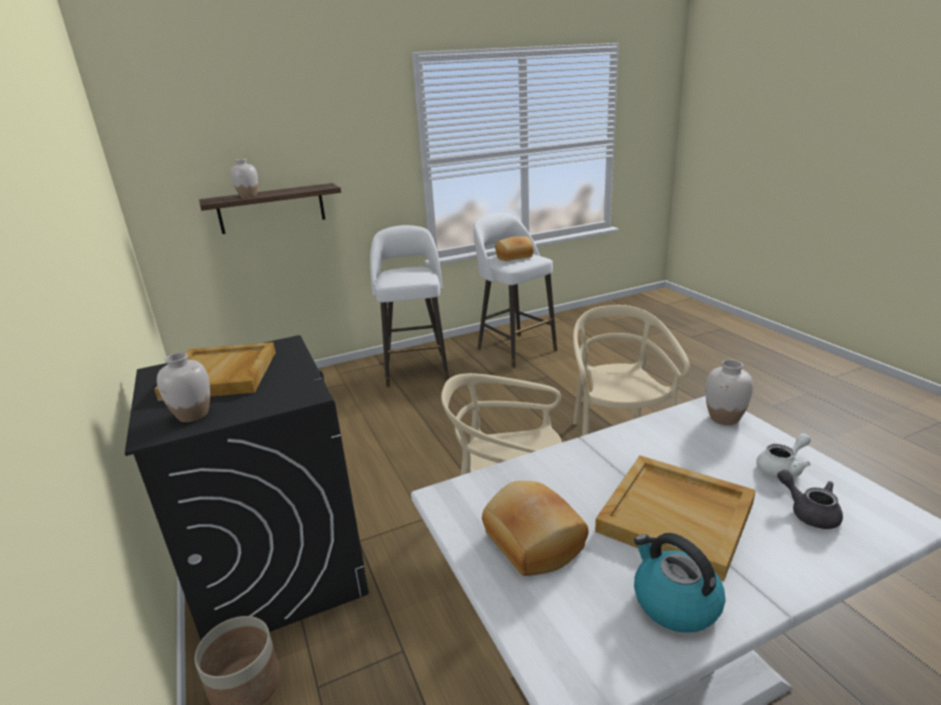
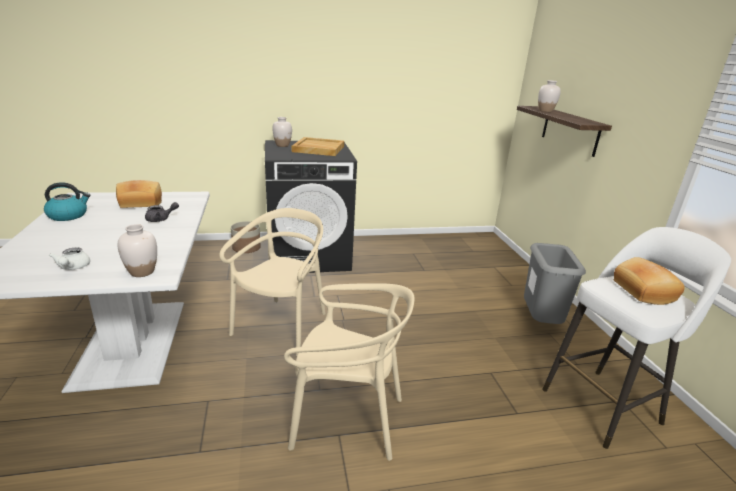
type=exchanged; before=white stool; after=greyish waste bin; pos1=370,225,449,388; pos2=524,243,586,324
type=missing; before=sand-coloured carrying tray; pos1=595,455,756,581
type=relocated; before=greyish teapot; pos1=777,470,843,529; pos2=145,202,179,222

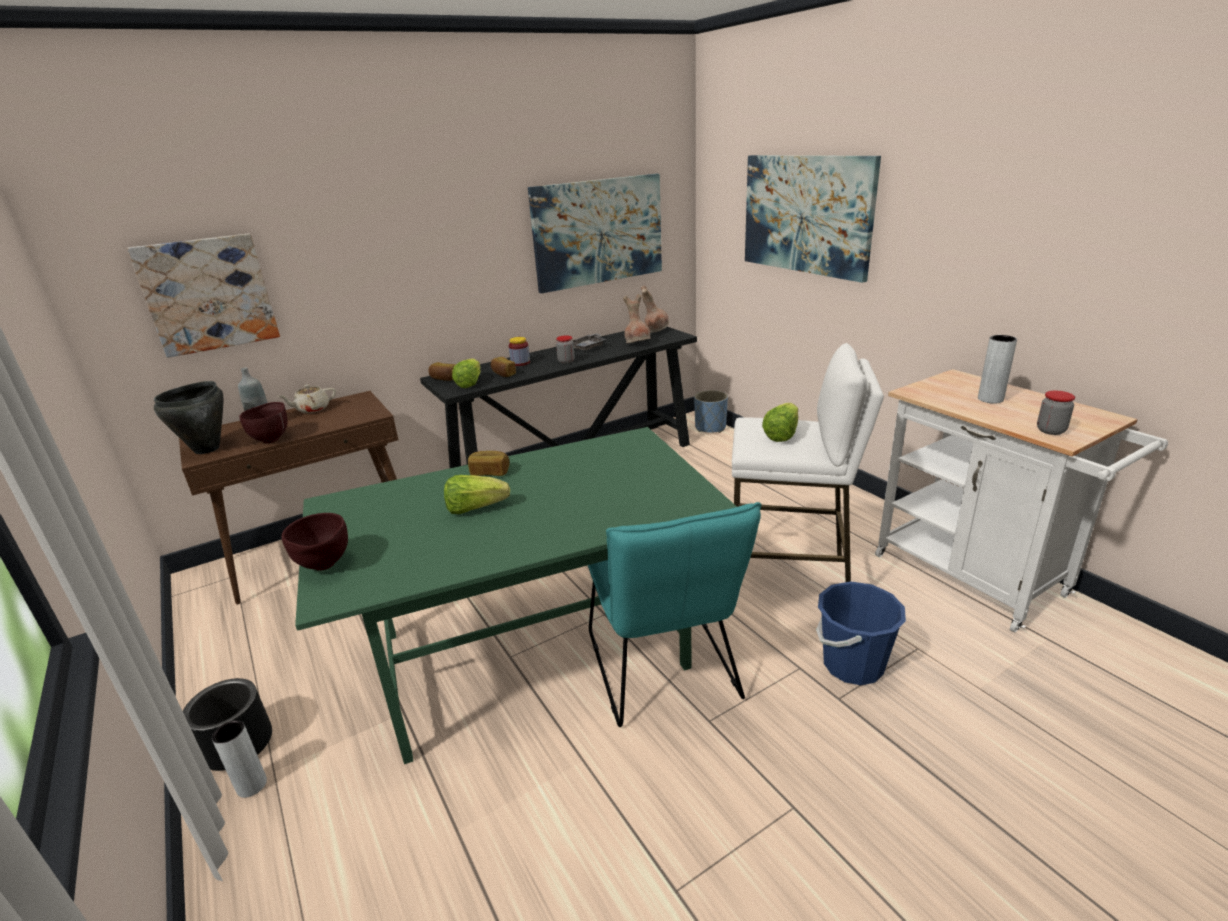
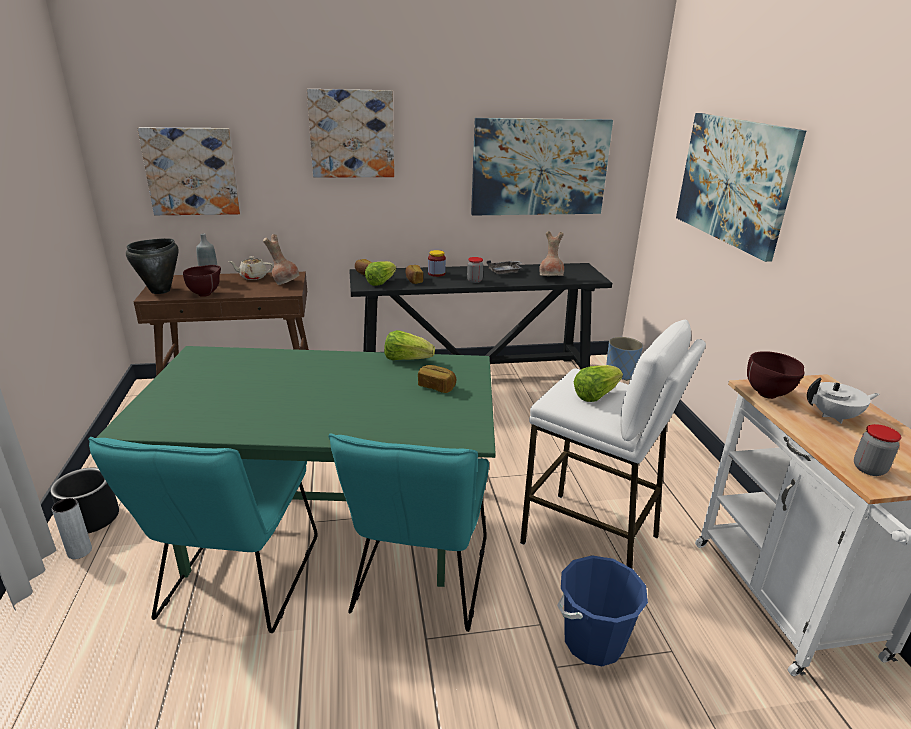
type=relocated; before=brownish flower vase; pos1=641,286,669,332; pos2=263,234,299,285
type=exchanged; before=greyish flower vase; after=white teapot; pos1=978,335,1017,404; pos2=807,378,880,424
type=relocated; before=bakery bread; pos1=468,451,510,476; pos2=418,365,456,393
type=relocated; before=lettuce; pos1=444,475,510,514; pos2=384,330,435,360
type=relocated; before=brownish deep dish; pos1=281,513,348,570; pos2=747,351,805,399
type=appeared; after=wall picture; pos2=307,89,394,178
type=appeared; after=turquoise-coloured plain chair; pos2=88,437,318,633

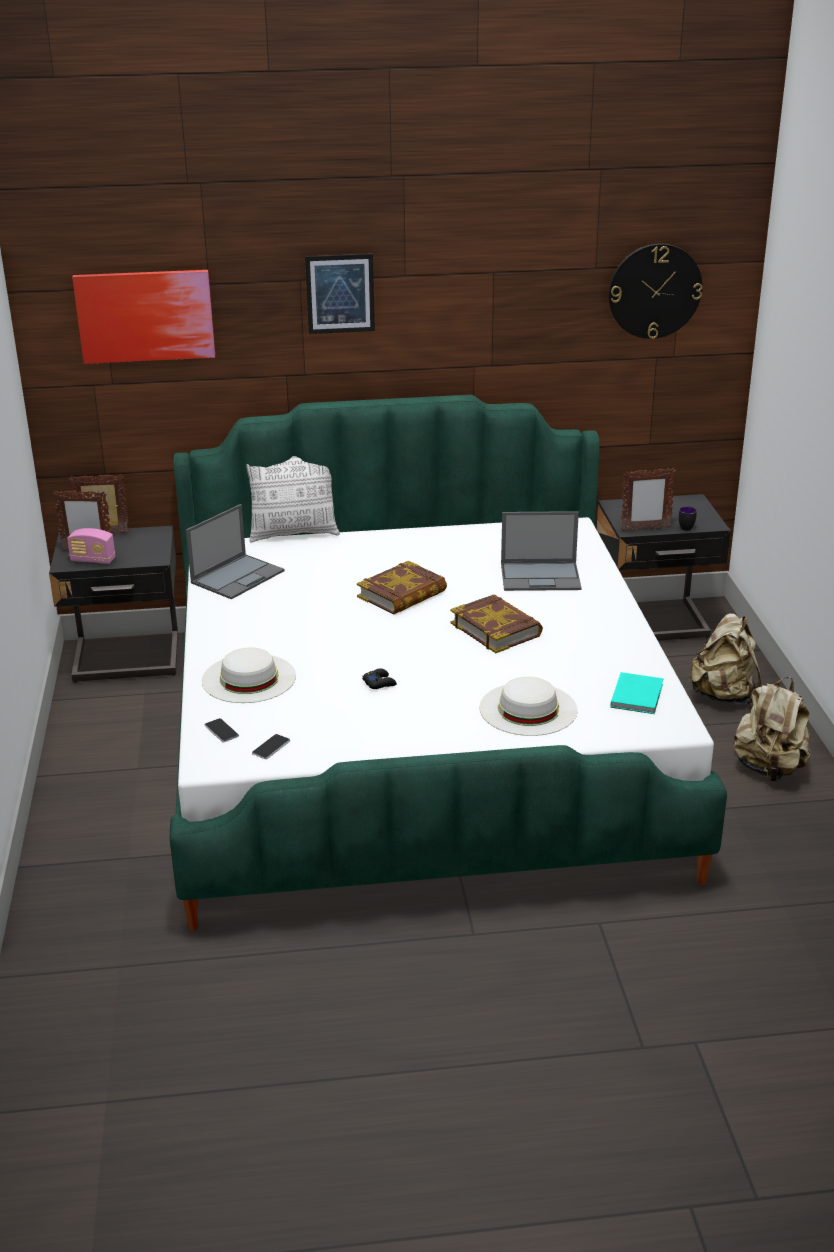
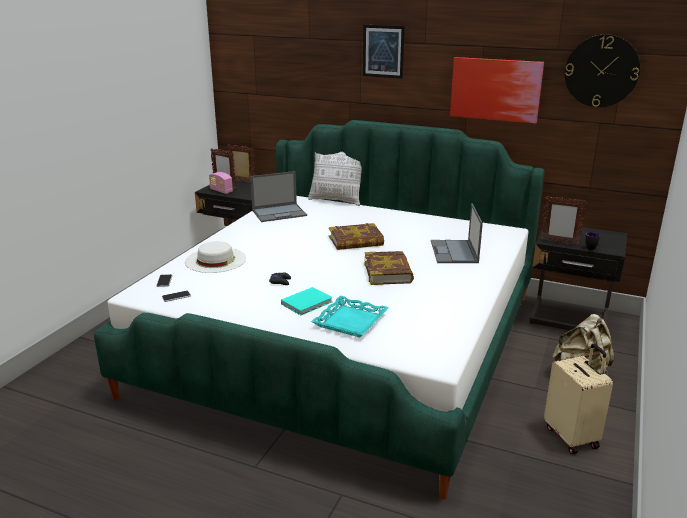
type=relocated; before=wall picture; pos1=72,270,215,364; pos2=450,57,544,123
type=spun; before=notebook computer; pos1=501,511,582,591; pos2=431,203,483,263; turn=60
type=relocated; before=turquoise-coloured volume; pos1=610,672,663,714; pos2=281,287,333,315
type=exchanged; before=white wearable hat; after=turquoise-coloured carrying tray; pos1=480,677,578,736; pos2=311,296,389,337
type=exchanged; before=sand-coloured knapsack; after=sand-coloured suitcase; pos1=733,677,811,782; pos2=544,343,613,454

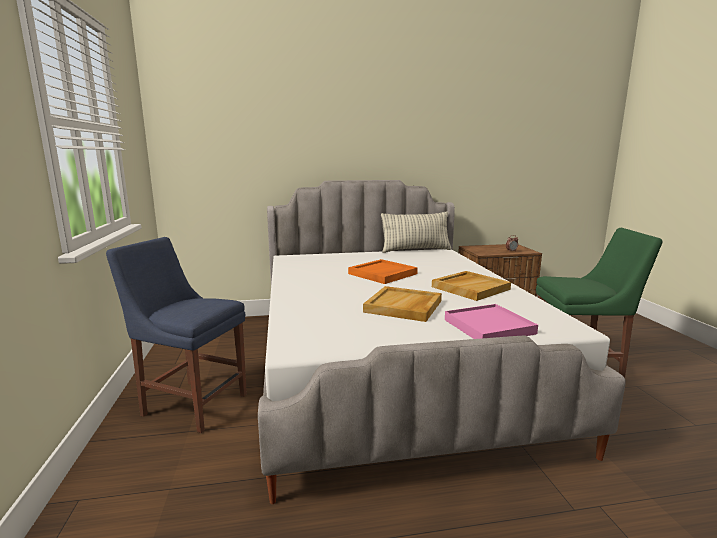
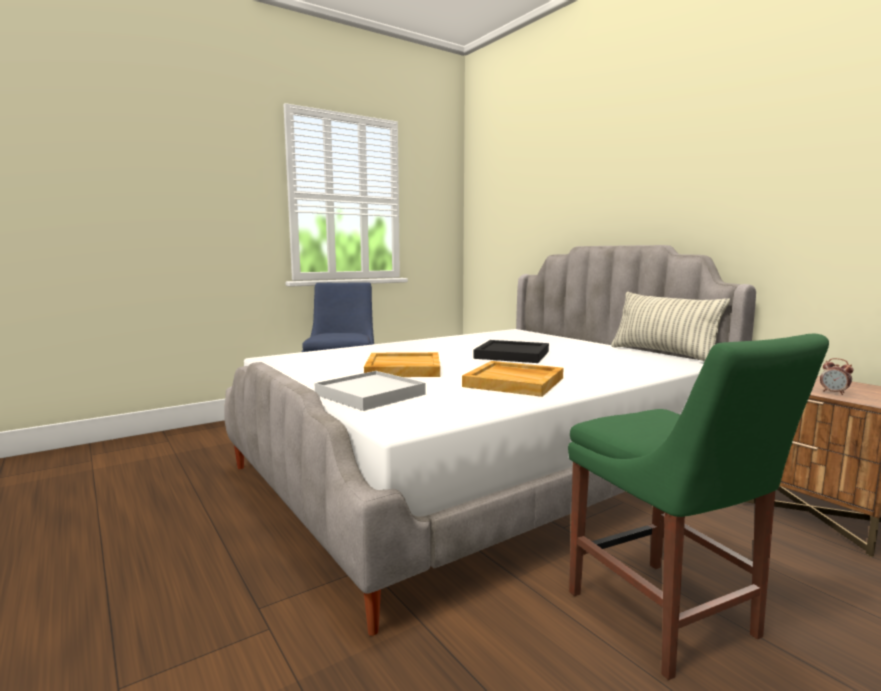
type=colour; before=orange carrying tray; after=black carrying tray; pos1=348,259,418,284; pos2=473,340,549,363
type=colour; before=pinkish carrying tray; after=white carrying tray; pos1=445,304,538,339; pos2=315,371,426,411

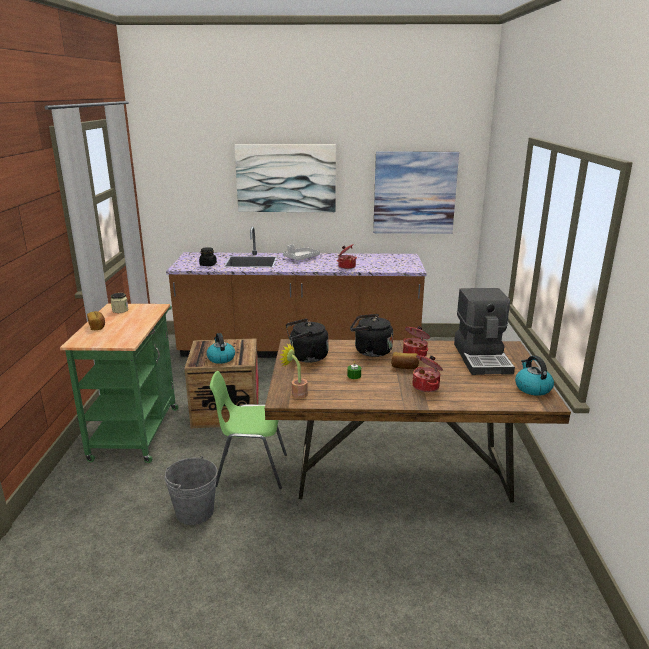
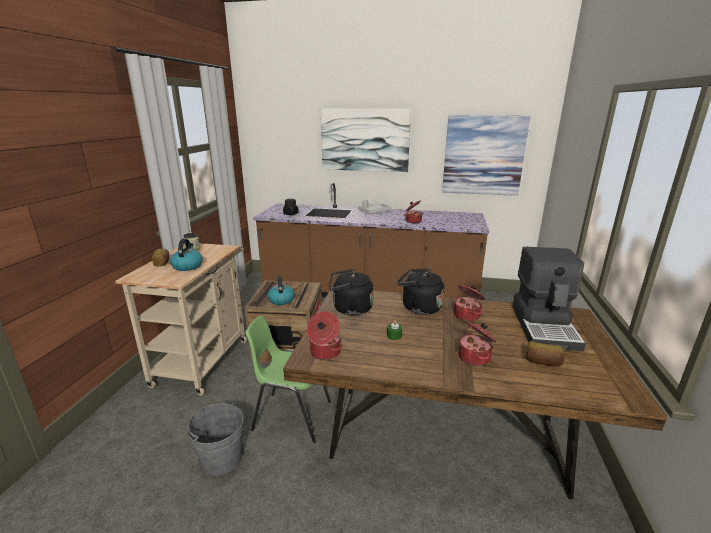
type=colour; before=green trolley; after=sand-coloured trolley; pos1=60,303,179,463; pos2=115,243,247,395
type=exchanged; before=potted plant; after=saucepot; pos1=279,343,308,399; pos2=307,311,342,360
type=relocated; before=bakery bread; pos1=391,352,419,369; pos2=526,341,565,366
type=relocated; before=kettle; pos1=515,356,554,396; pos2=170,239,203,271

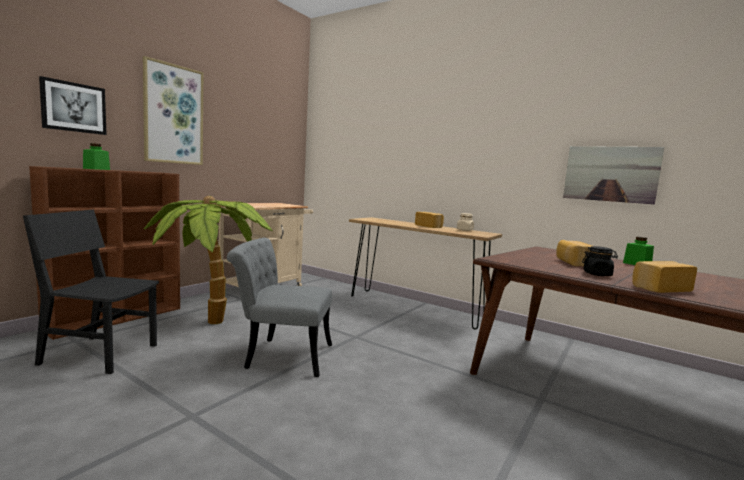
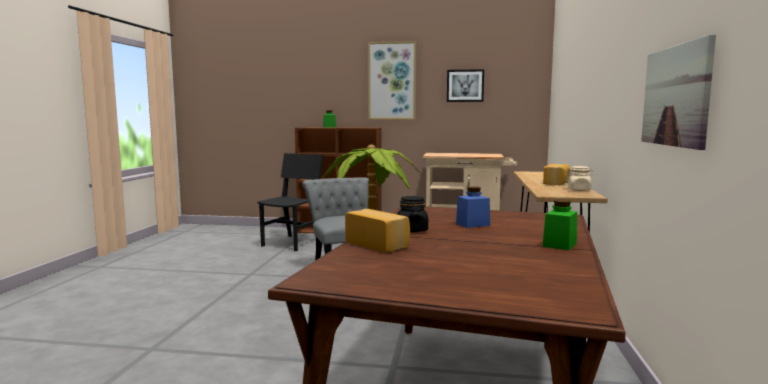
type=relocated; before=wall picture; pos1=39,76,107,135; pos2=447,69,484,102
type=spun; before=black plain chair; pos1=23,210,159,374; pos2=257,153,323,251; turn=45
type=exchanged; before=bakery bread; after=bluish storage jar; pos1=556,240,592,267; pos2=456,186,490,228

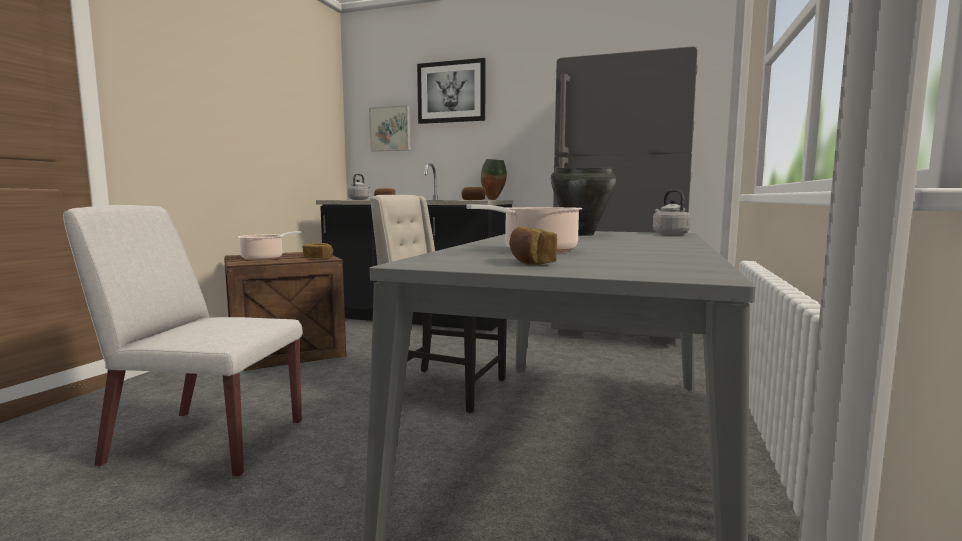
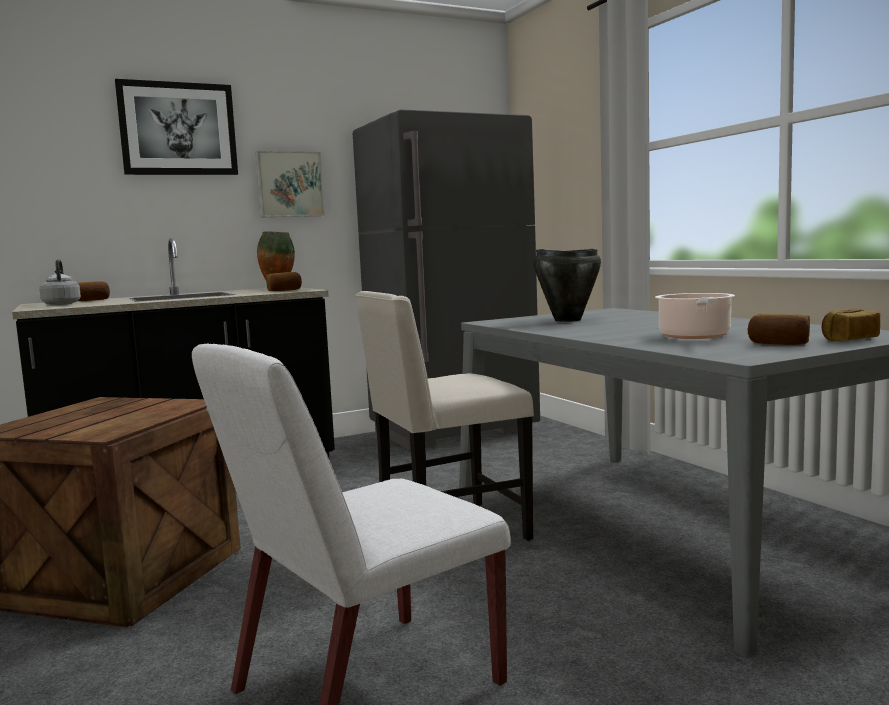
type=relocated; before=wall picture; pos1=369,105,411,151; pos2=256,151,325,217
type=missing; before=greyish kettle; pos1=652,189,691,235
type=missing; before=saucepot; pos1=238,231,301,261
type=relocated; before=bakery bread; pos1=303,243,333,259; pos2=821,309,880,341

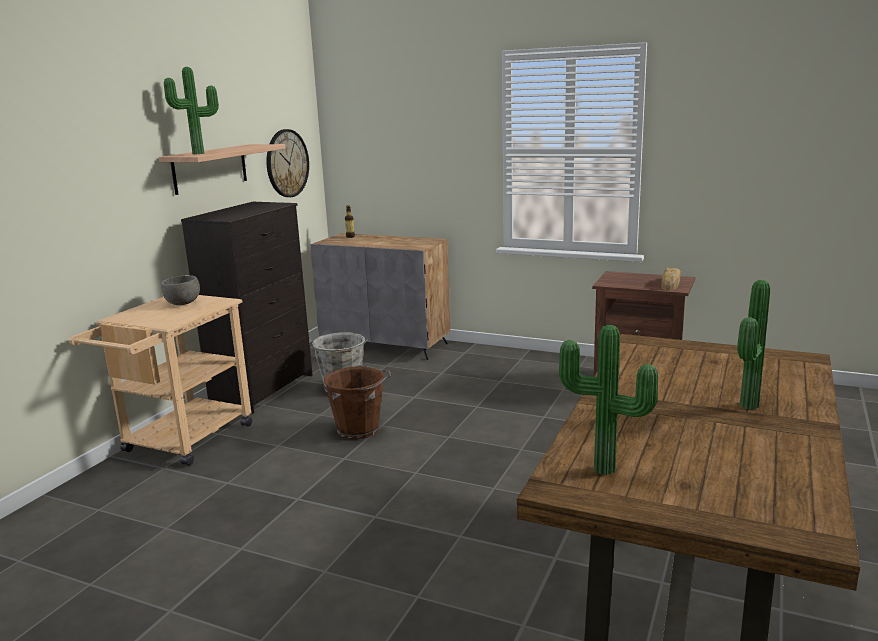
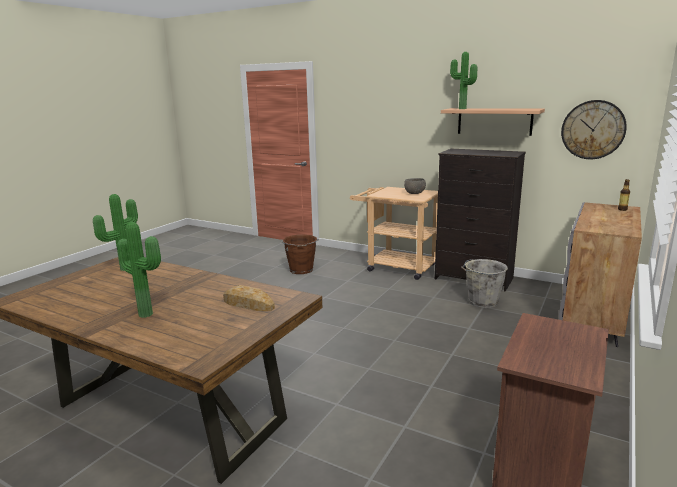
type=relocated; before=bakery bread; pos1=661,268,681,290; pos2=223,285,275,311
type=relocated; before=brownish pail; pos1=324,365,392,439; pos2=281,234,319,274

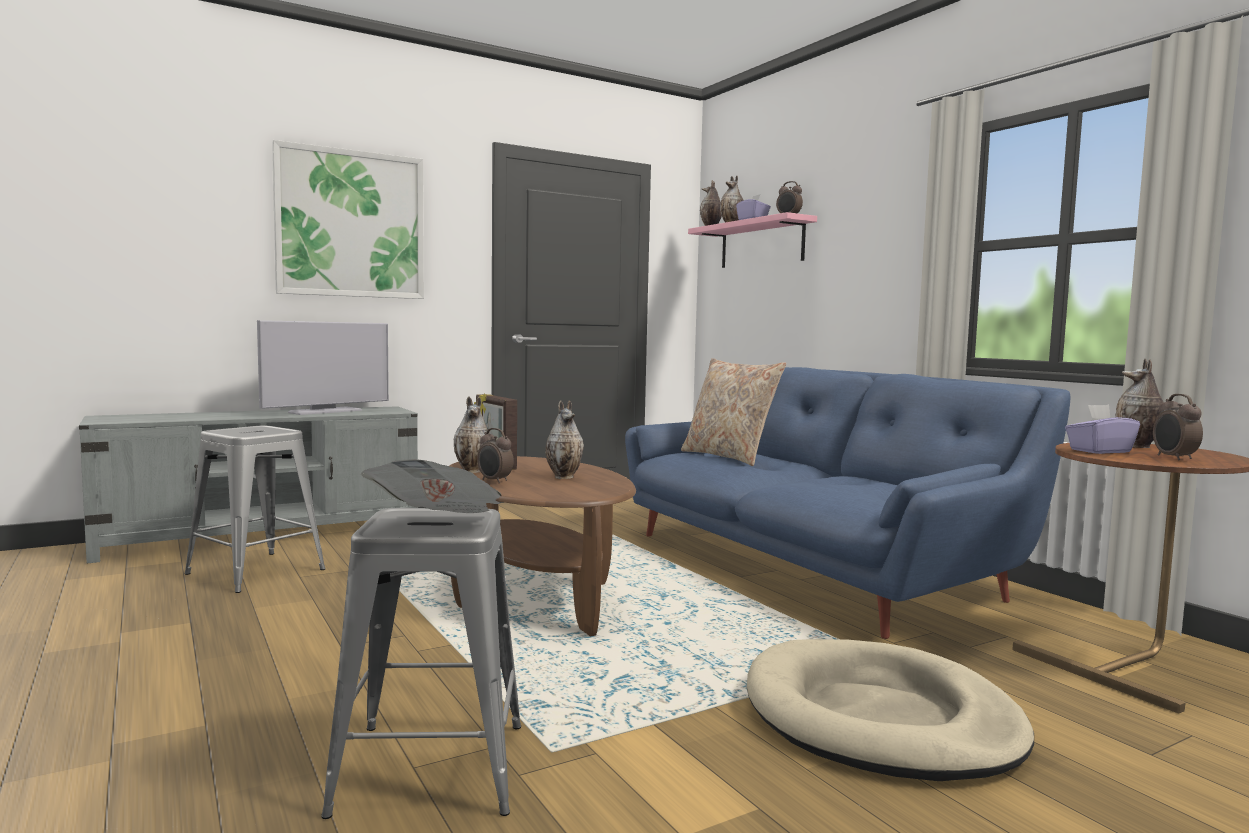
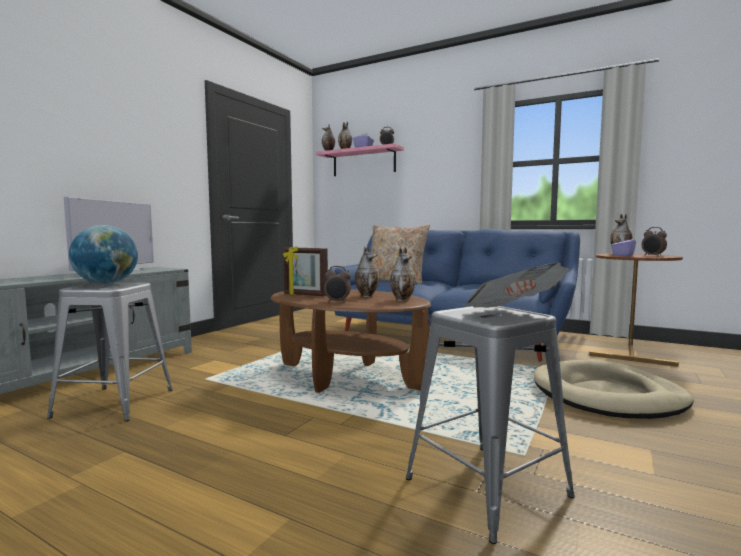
type=missing; before=wall picture; pos1=272,140,424,299
type=relocated; before=flower vase; pos1=454,397,490,473; pos2=390,247,416,301
type=appeared; after=desk globe; pos2=69,225,138,284

